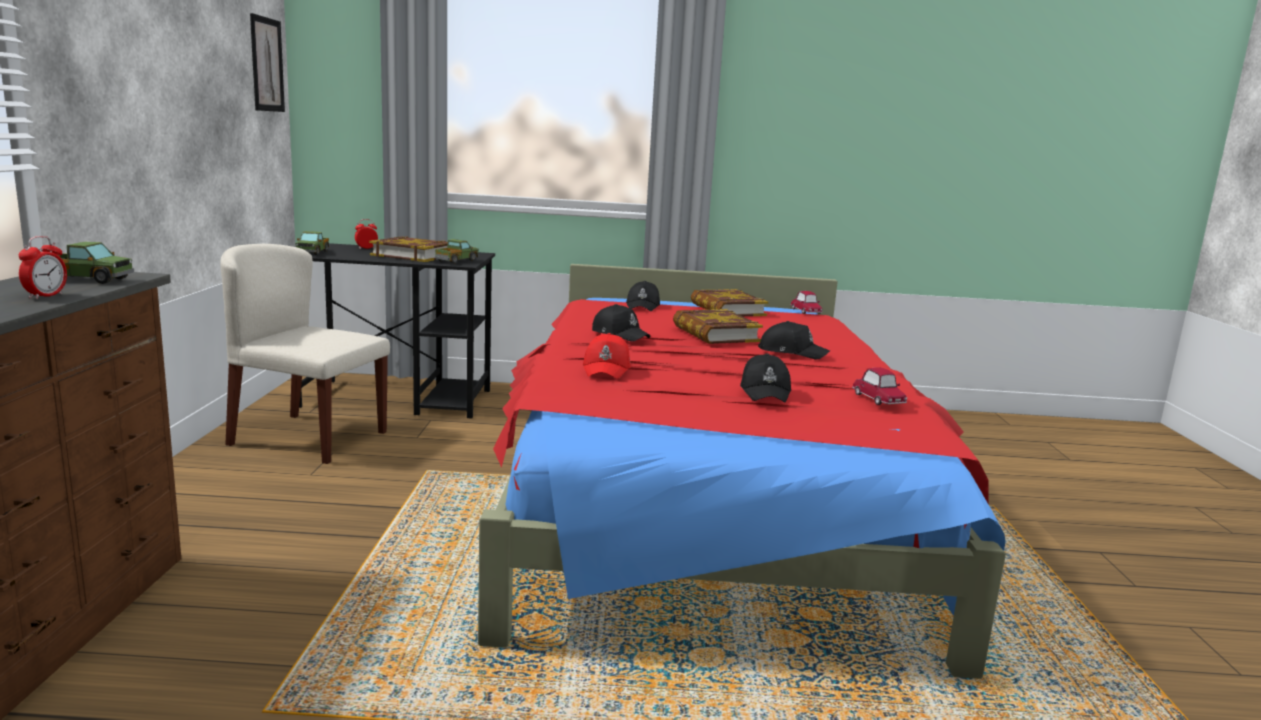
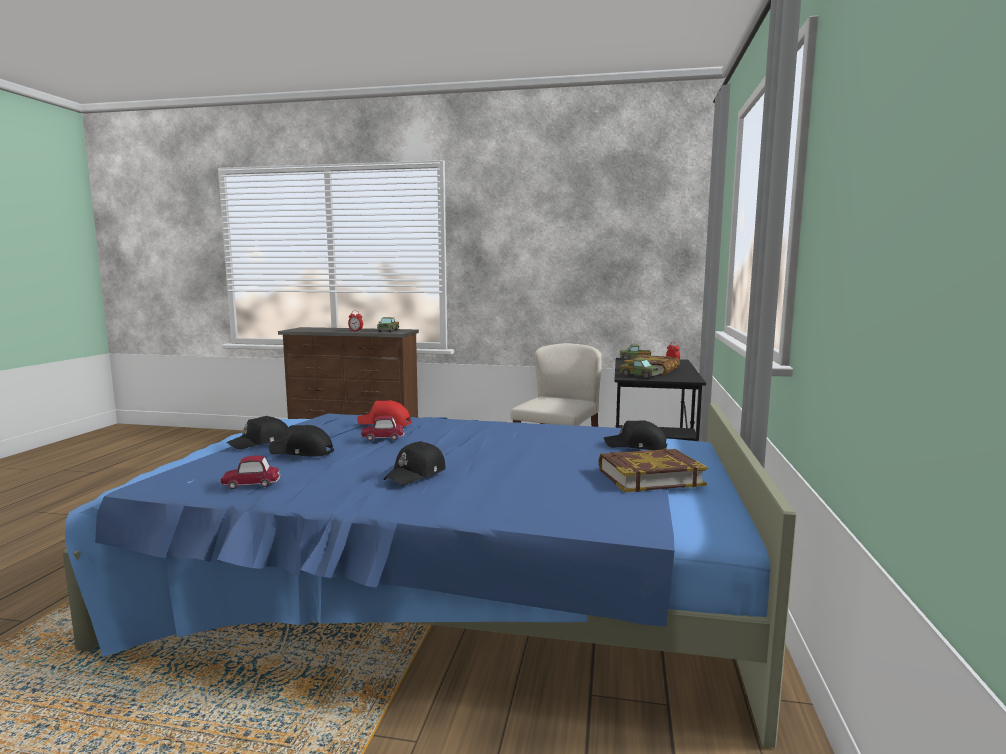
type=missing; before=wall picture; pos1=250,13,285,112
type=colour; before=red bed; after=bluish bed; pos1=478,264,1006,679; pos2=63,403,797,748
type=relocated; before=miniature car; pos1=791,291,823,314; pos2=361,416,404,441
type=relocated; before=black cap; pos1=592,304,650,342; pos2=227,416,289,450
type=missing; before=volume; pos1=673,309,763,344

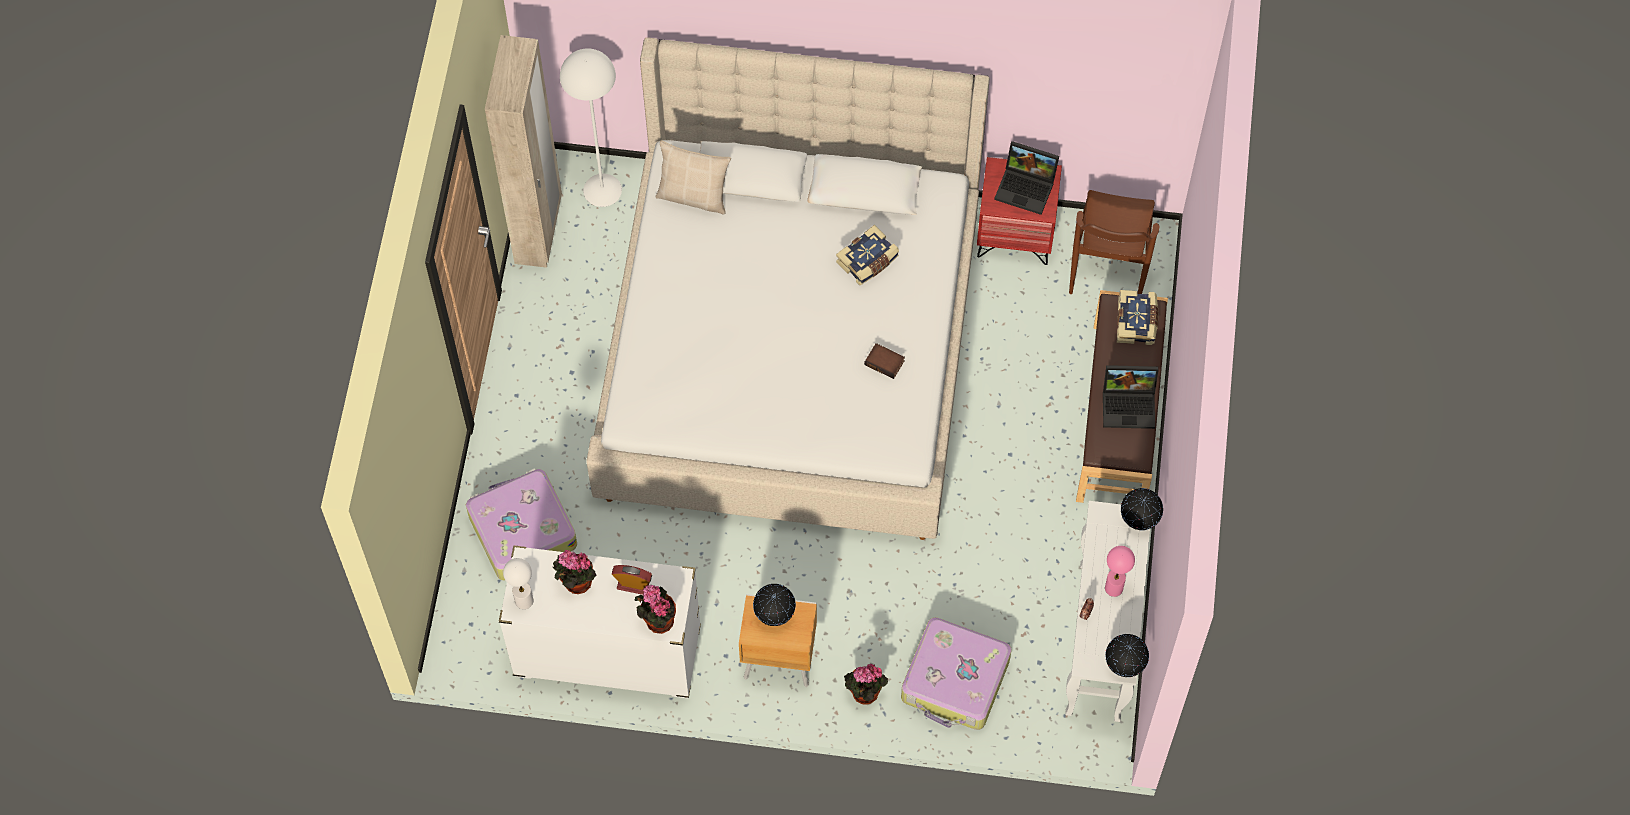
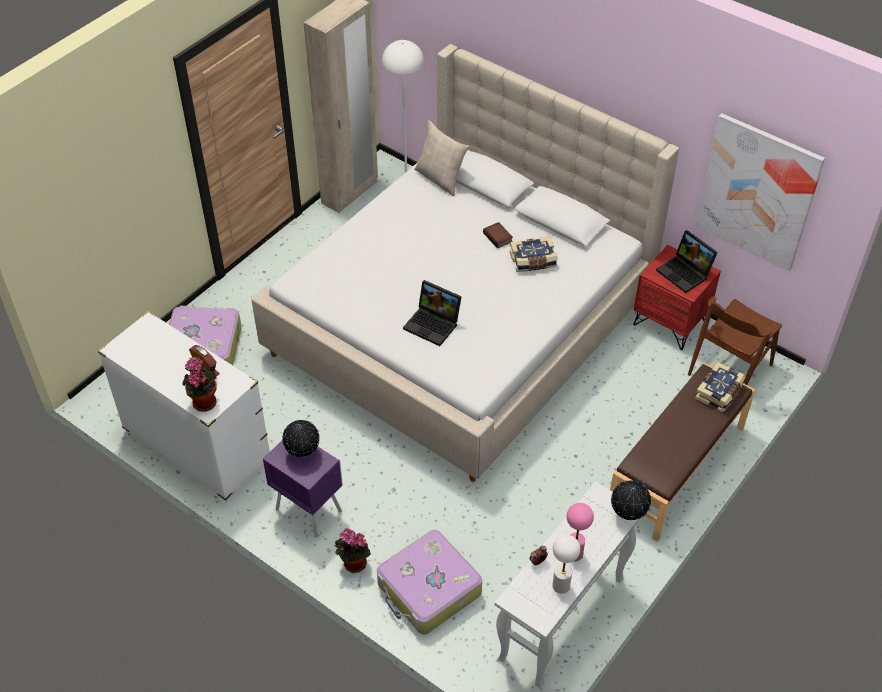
type=relocated; before=volume; pos1=864,343,905,379; pos2=483,222,513,248
type=relocated; before=notebook computer; pos1=1103,365,1158,429; pos2=403,280,462,346
type=missing; before=potted plant; pos1=553,550,596,594
type=relocated; before=white tabletop lamp; pos1=503,558,534,609; pos2=552,535,580,594
type=colour; before=brownish night table; after=purplish night table; pos1=739,594,817,687; pos2=263,441,343,537
type=missing; before=desk globe; pos1=1105,634,1149,677
type=appeared; after=wall picture; pos2=696,113,825,271

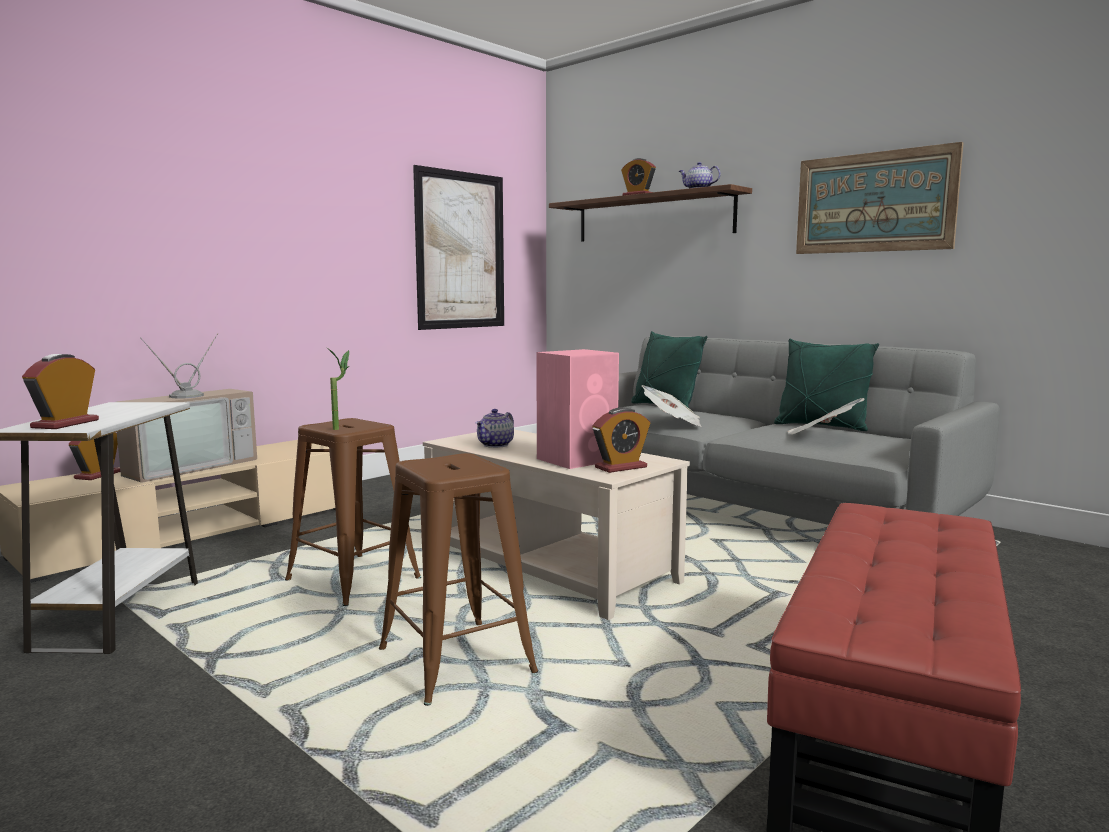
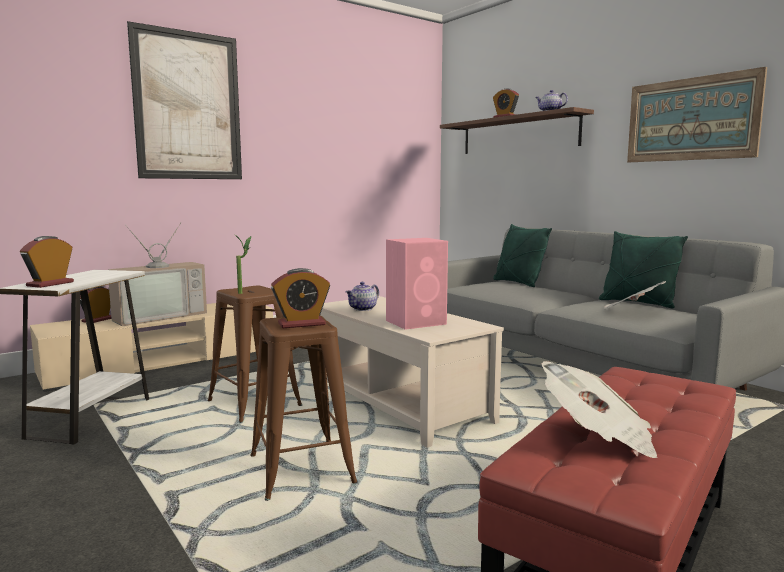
type=relocated; before=wall picture; pos1=413,165,504,330; pos2=127,21,242,179
type=relocated; before=printed paper; pos1=641,385,701,427; pos2=542,361,657,458
type=relocated; before=alarm clock; pos1=592,407,650,473; pos2=271,268,330,328

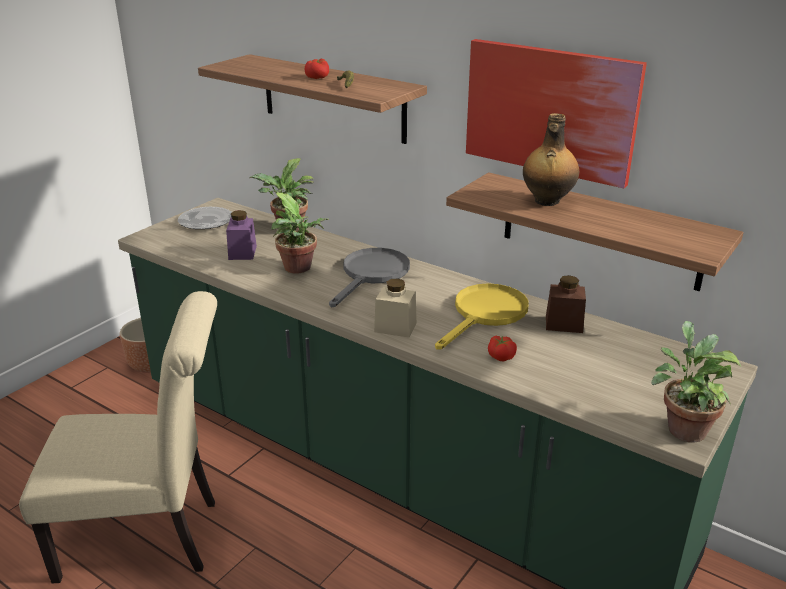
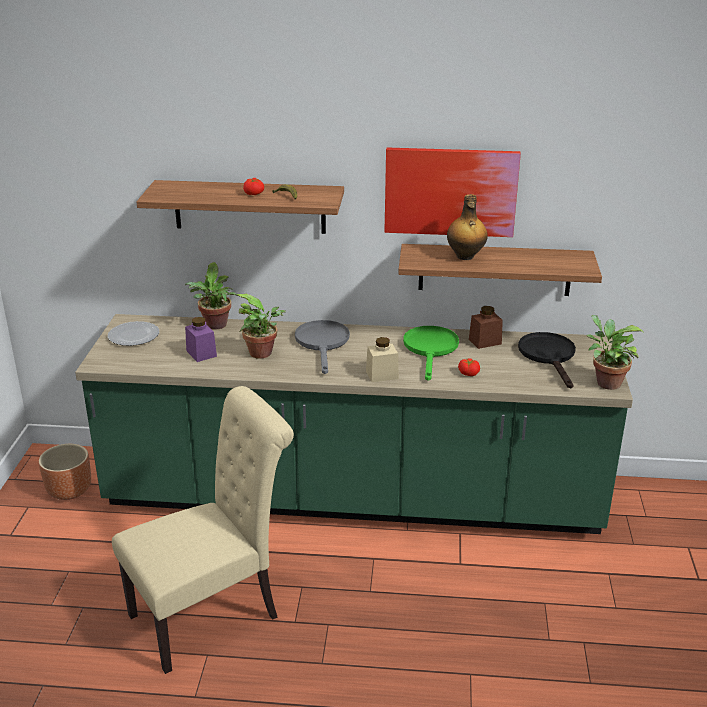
type=colour; before=yellow-coloured pan; after=green pan; pos1=435,283,529,350; pos2=403,326,459,381
type=appeared; after=black pan; pos2=518,332,576,388

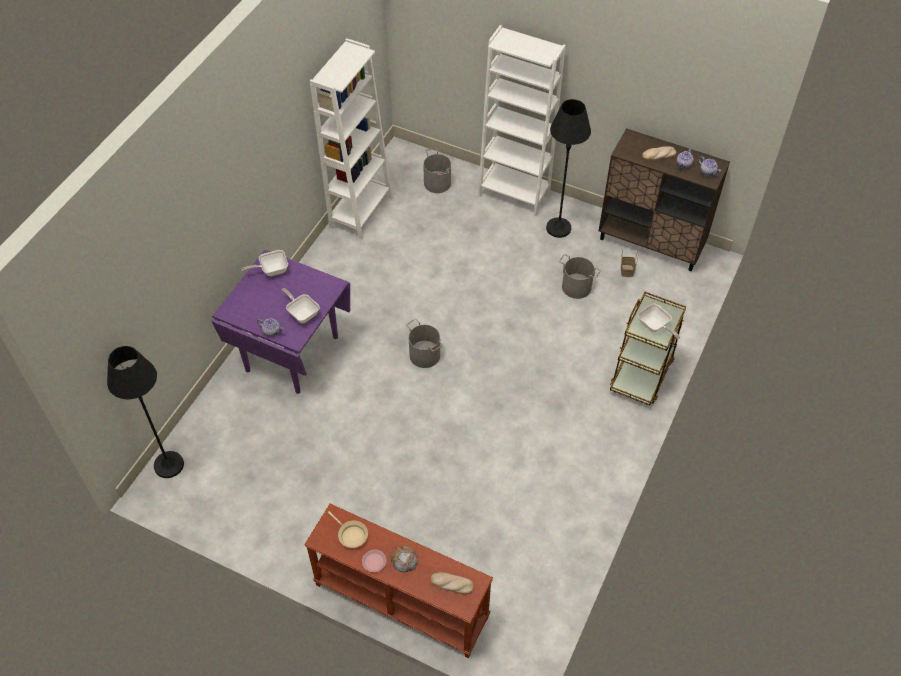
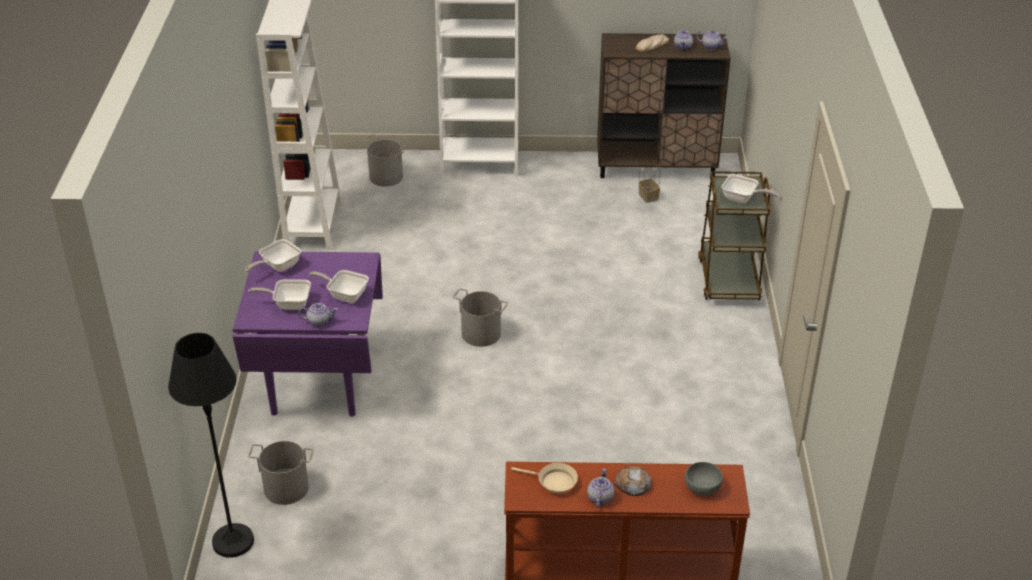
type=missing; before=black floor lamp; pos1=546,99,591,238
type=relocated; before=greyish pail; pos1=559,254,601,299; pos2=248,441,313,505
type=exchanged; before=pinkish plate; after=teapot; pos1=362,550,386,572; pos2=587,469,615,508
type=exchanged; before=bakery bread; after=greyish deep dish; pos1=431,572,474,595; pos2=685,462,723,495
type=appeared; after=pan; pos2=248,279,311,310

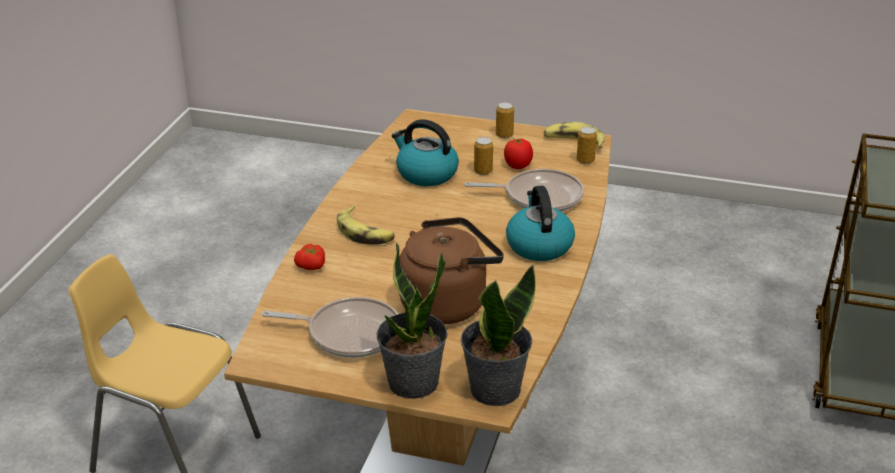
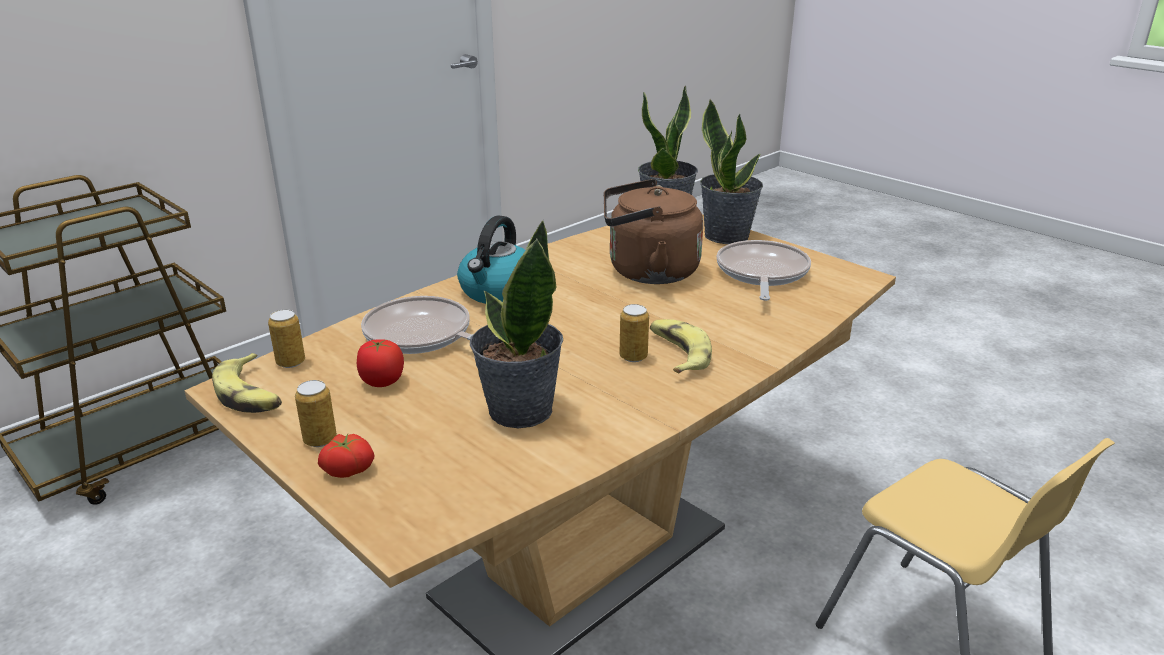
type=exchanged; before=kettle; after=potted plant; pos1=392,119,459,186; pos2=470,220,563,428
type=relocated; before=can; pos1=474,137,493,175; pos2=620,304,649,362
type=relocated; before=whole tomato; pos1=294,244,325,270; pos2=318,434,375,478
type=spun; before=pan; pos1=262,297,398,358; pos2=717,240,811,301; turn=60

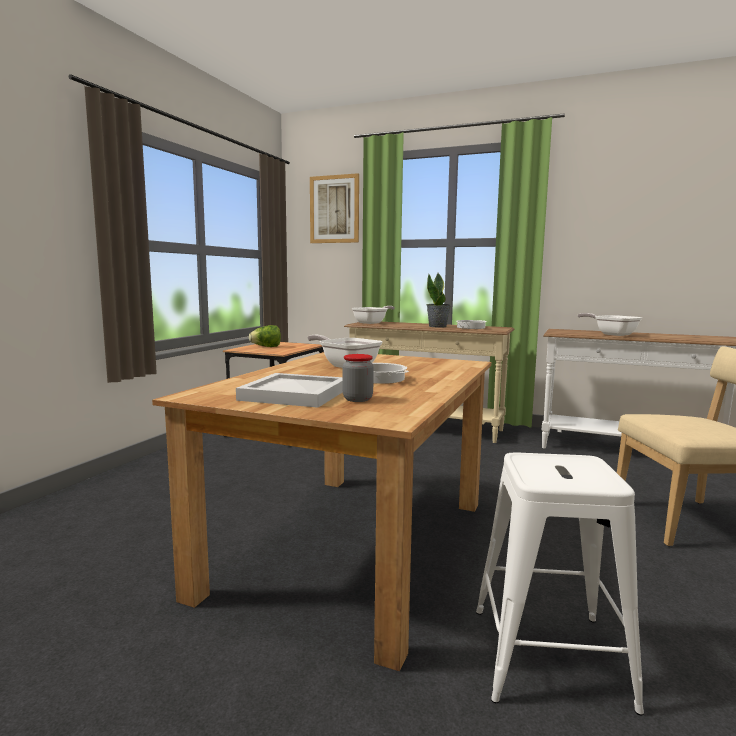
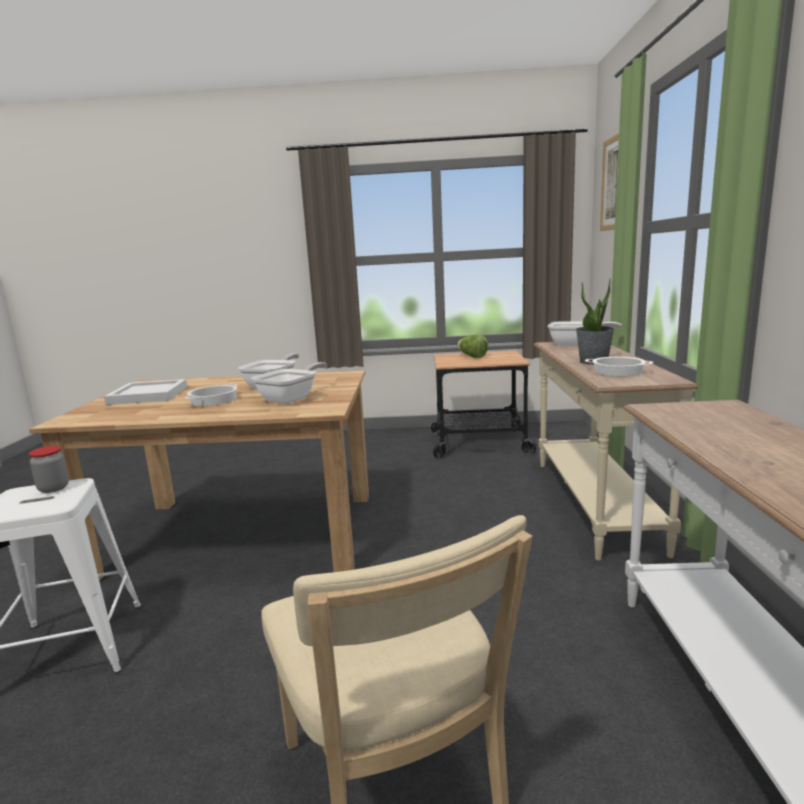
type=relocated; before=pan; pos1=578,313,642,336; pos2=251,362,327,404
type=relocated; before=storage jar; pos1=343,354,374,402; pos2=29,446,69,493

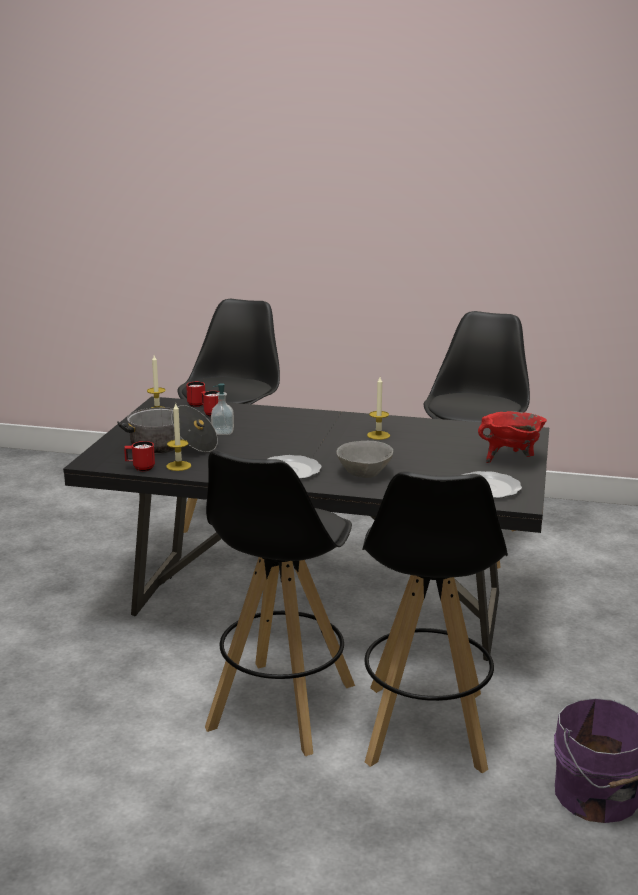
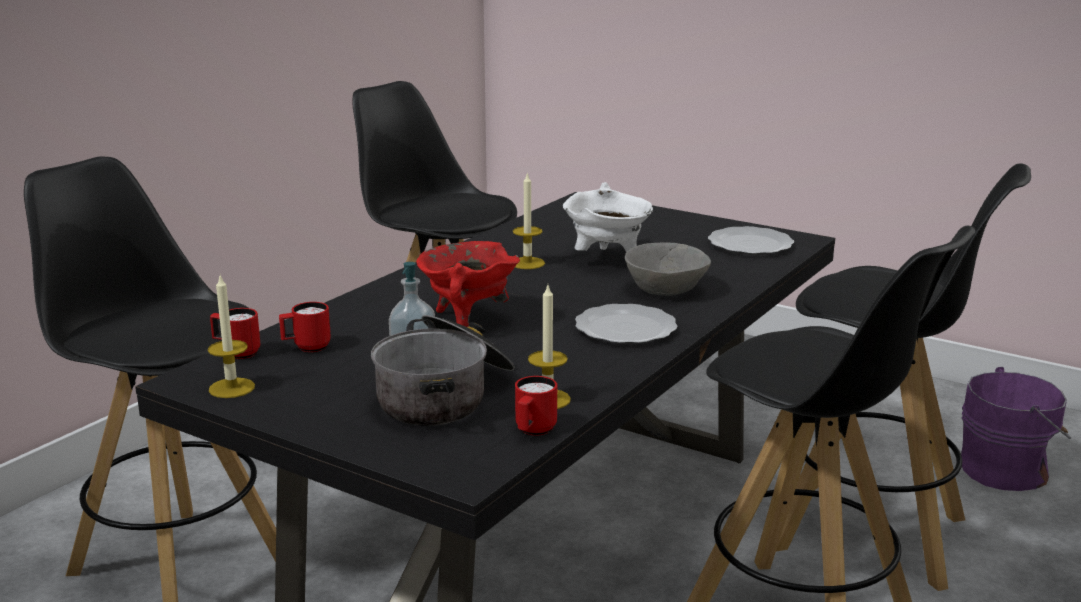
type=relocated; before=red saucepot; pos1=478,411,547,463; pos2=416,241,520,327
type=appeared; after=white saucepot; pos2=563,182,653,252

